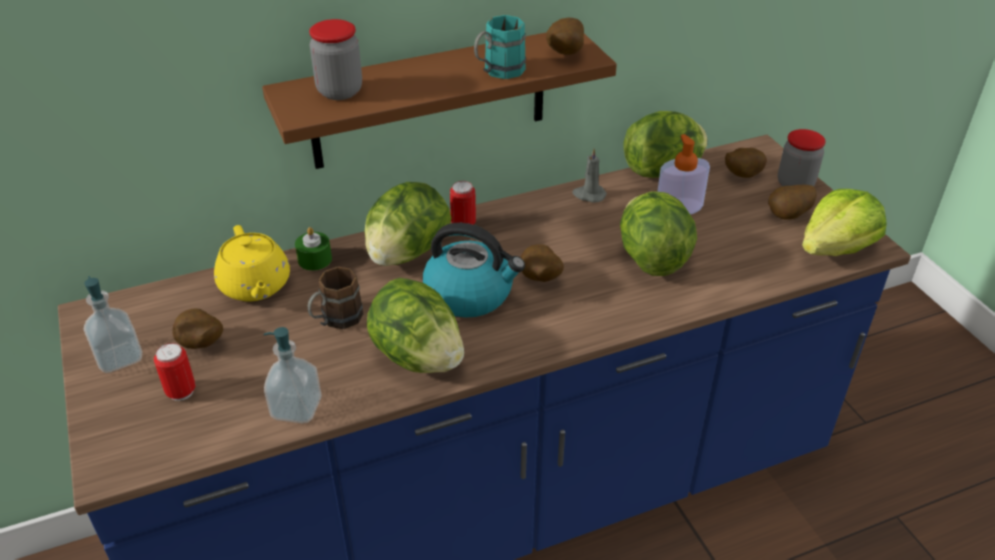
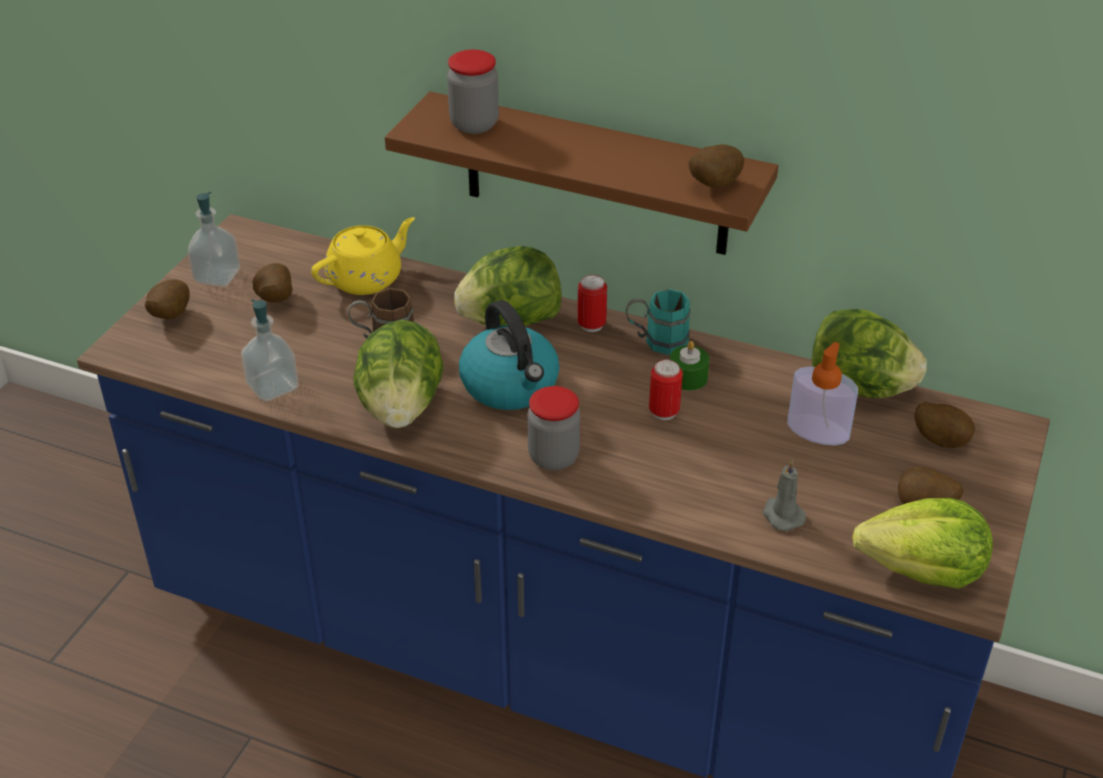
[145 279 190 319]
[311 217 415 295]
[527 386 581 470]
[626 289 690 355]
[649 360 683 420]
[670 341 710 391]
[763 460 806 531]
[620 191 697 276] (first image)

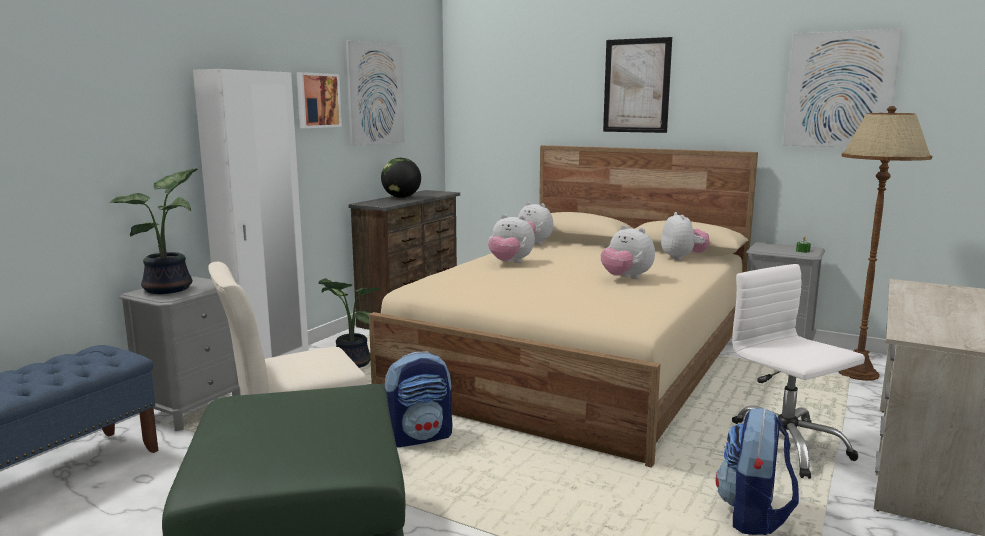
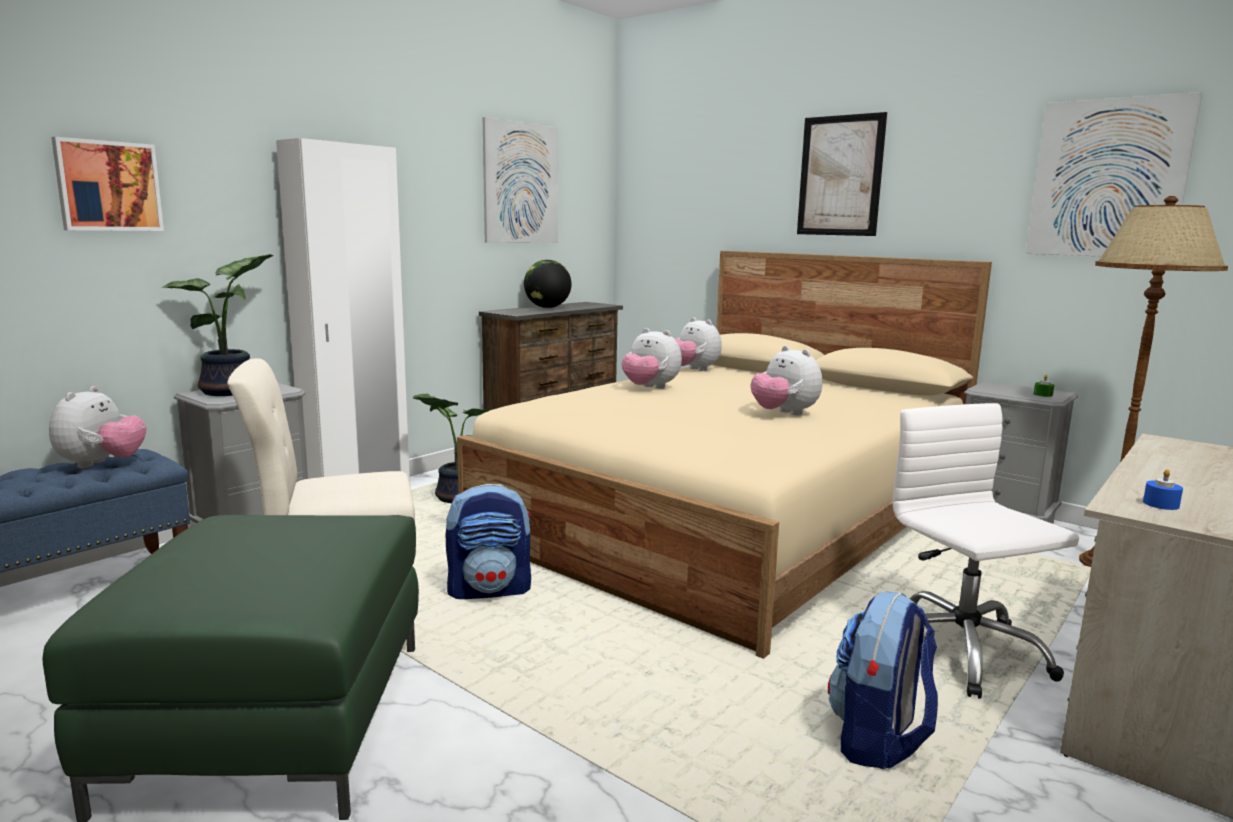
[49 386 146 468]
[51 137 164 231]
[1143 469 1183 510]

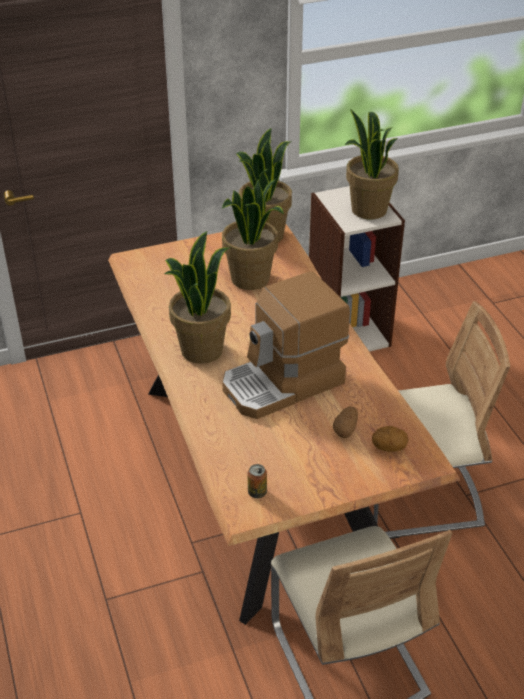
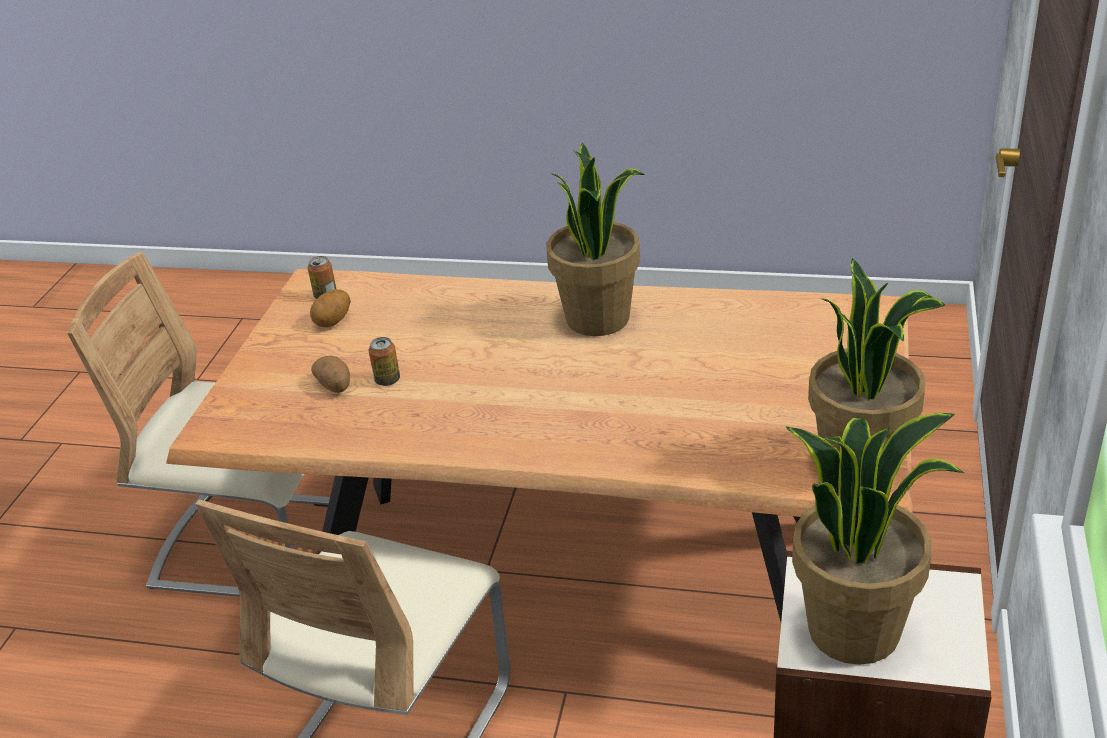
[310 289 351 327]
[369 337 400 386]
[222 179 284 290] (first image)
[222 271 350 419] (first image)

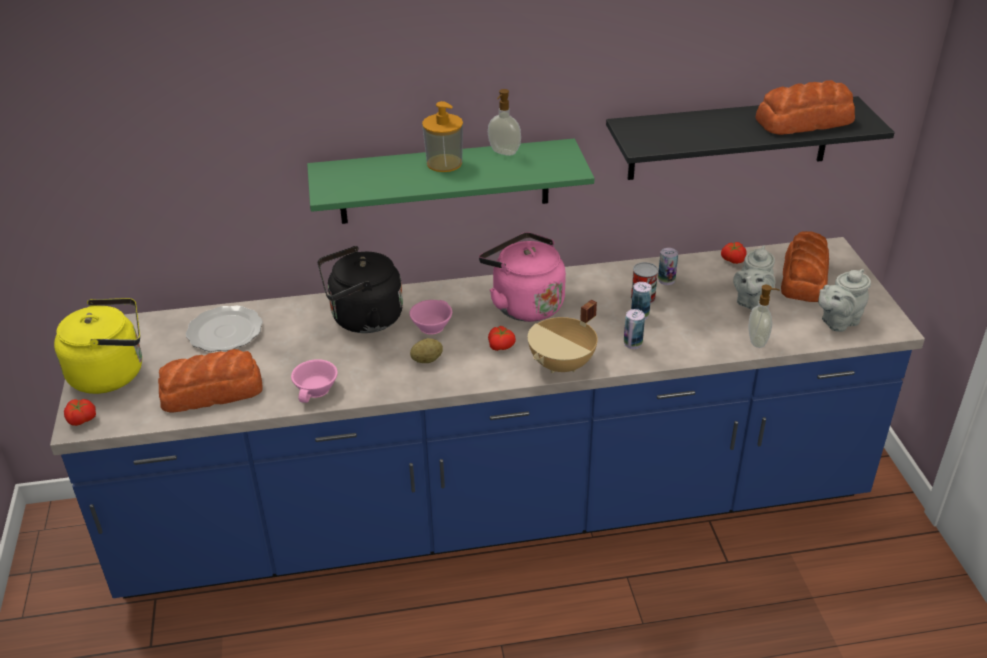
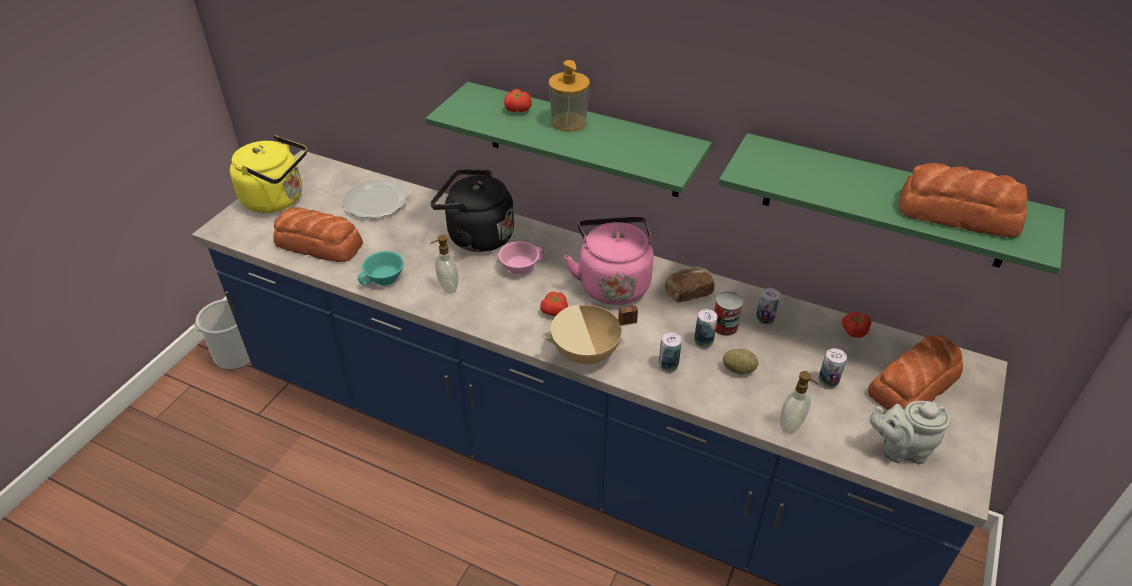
[194 299 251 370]
[358 251 404 286]
[430 235 458 294]
[504 89 532 112]
[665 267 715 302]
[718 133 1065 274]
[723 349 759 374]
[818 348 847 389]

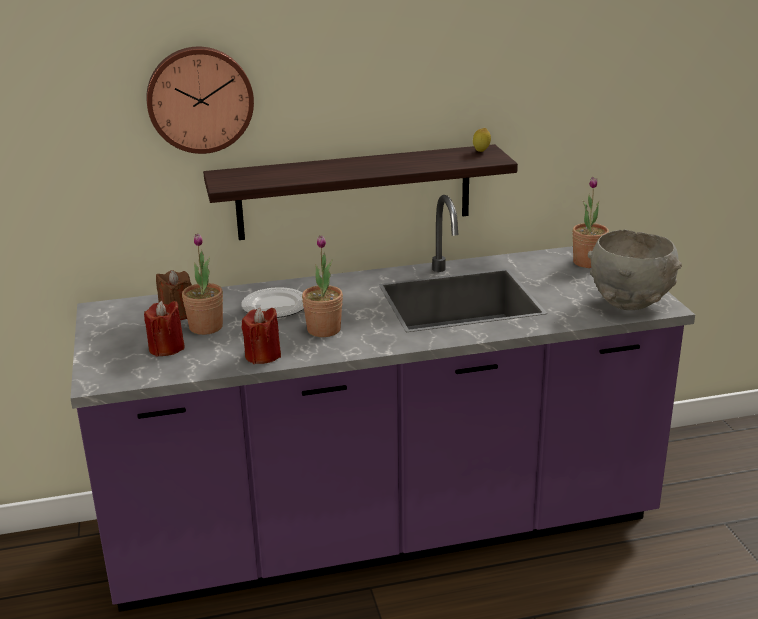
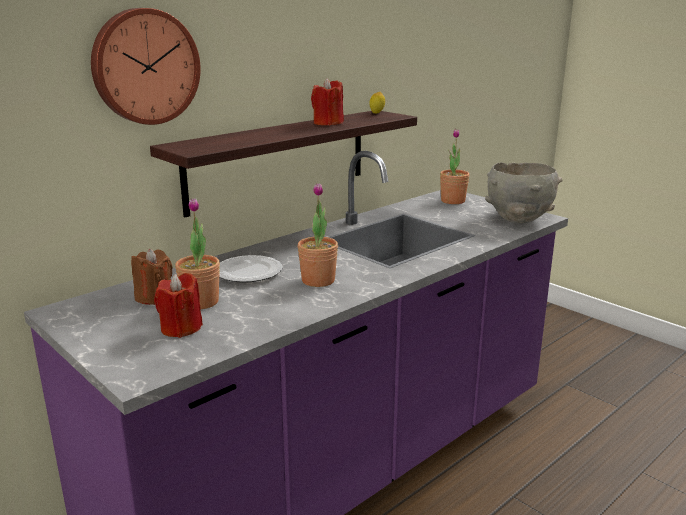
[311 78 344 125]

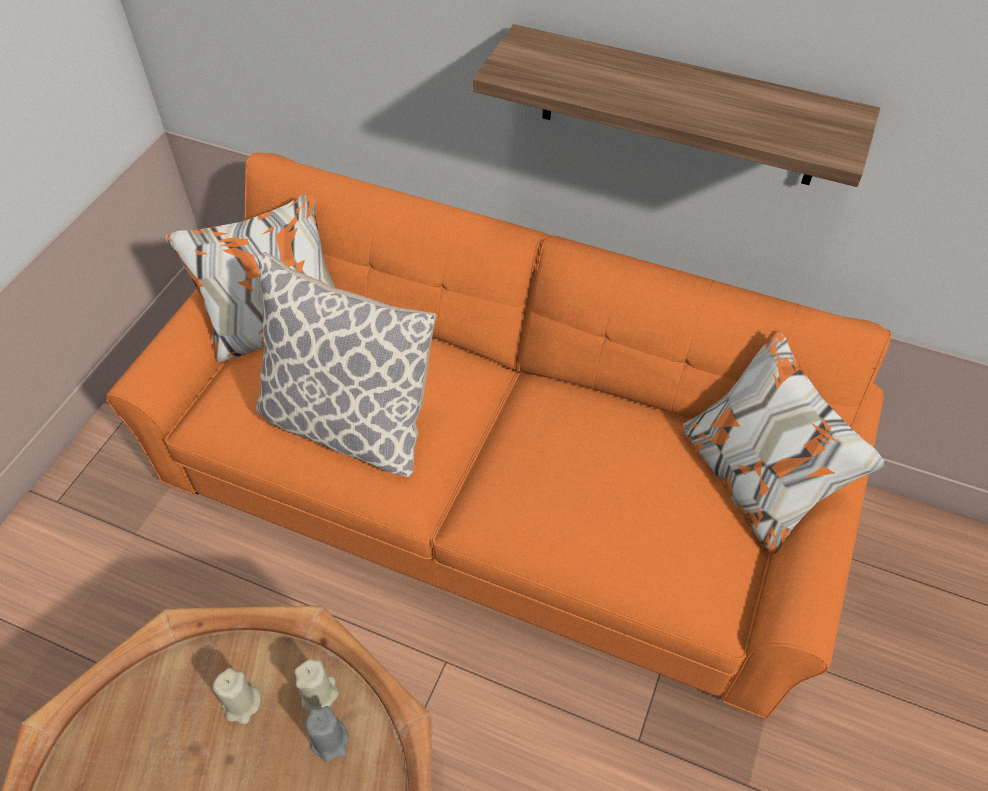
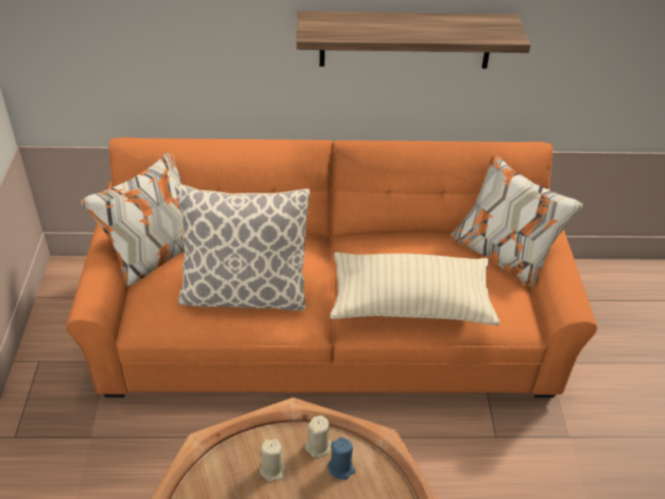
[328 437 356 480]
[330 252 500 325]

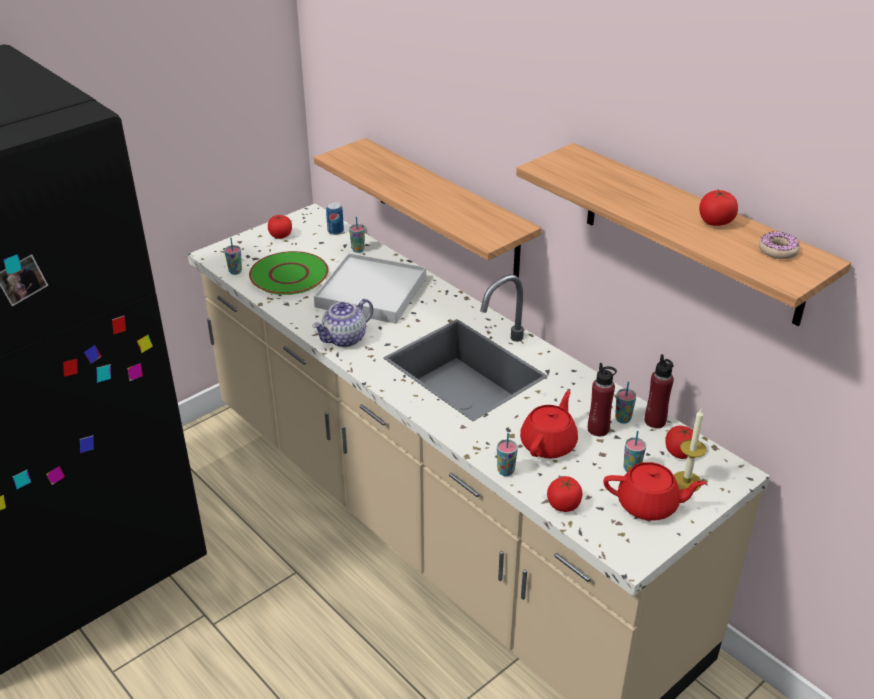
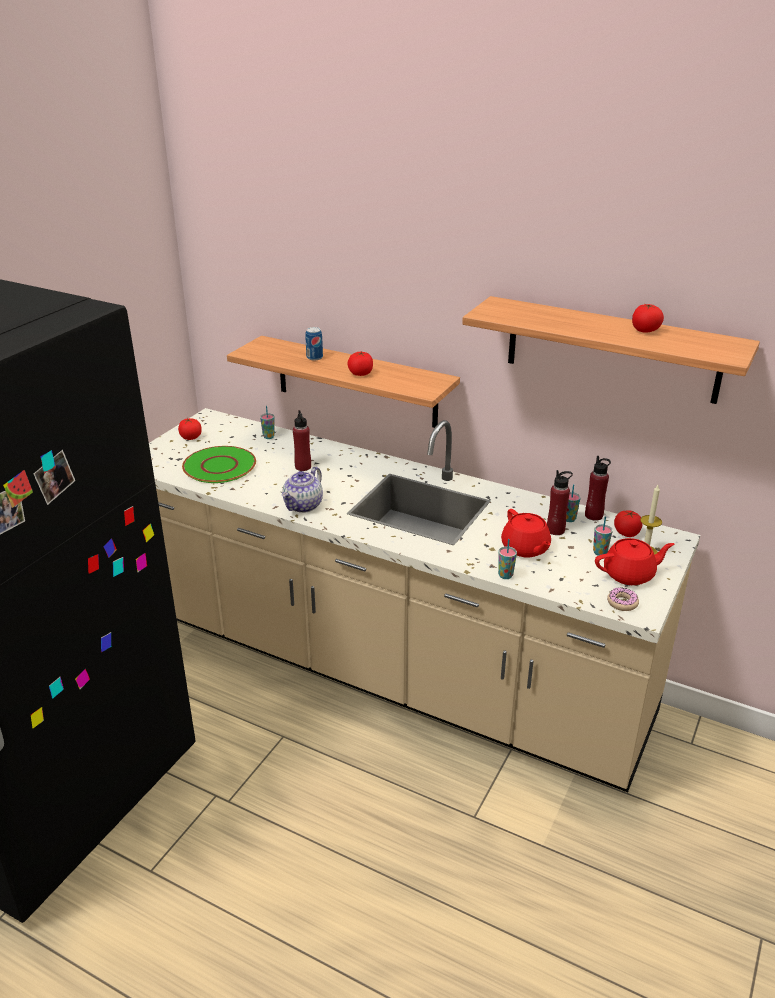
[293 410 311 471]
[305 327 323 360]
[348 352 373 376]
[501 509 551 557]
[607 588 639 611]
[224 238 242 275] (first image)

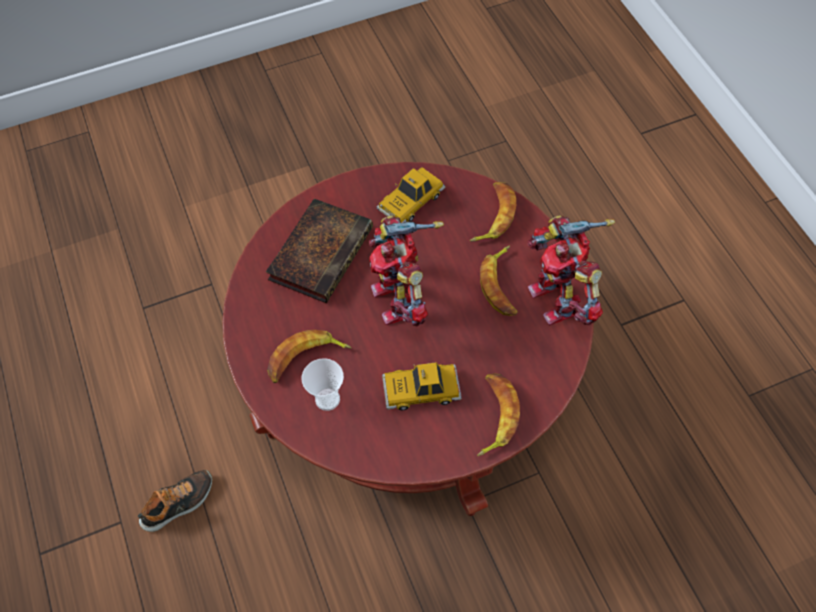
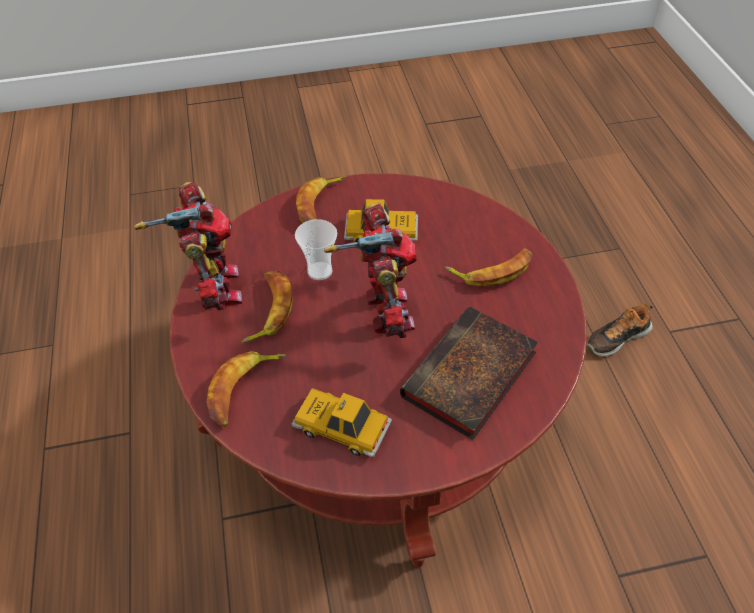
[292 388 392 458]
[295 219 337 280]

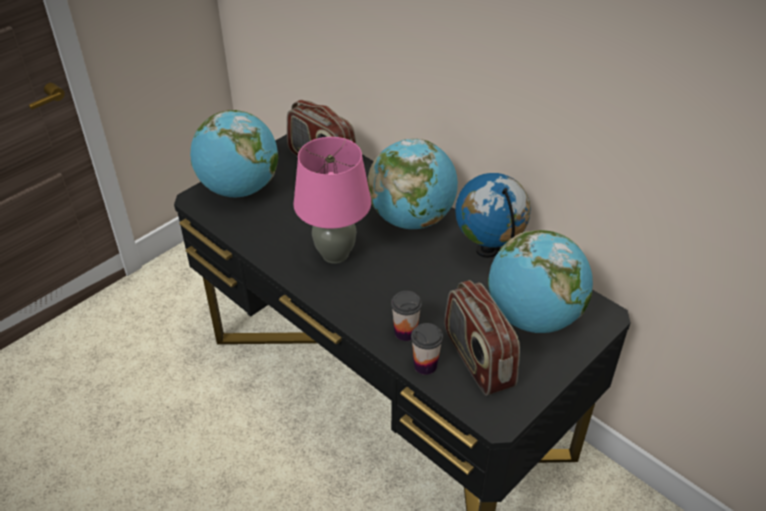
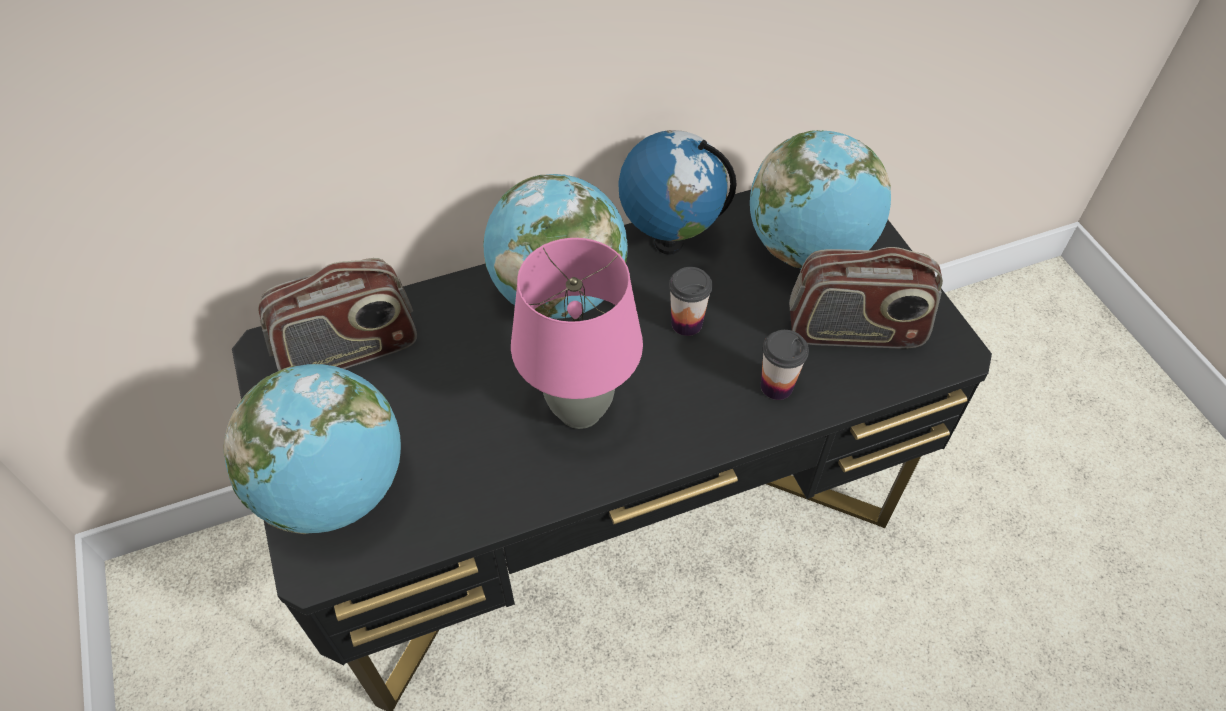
[669 267 712 336]

